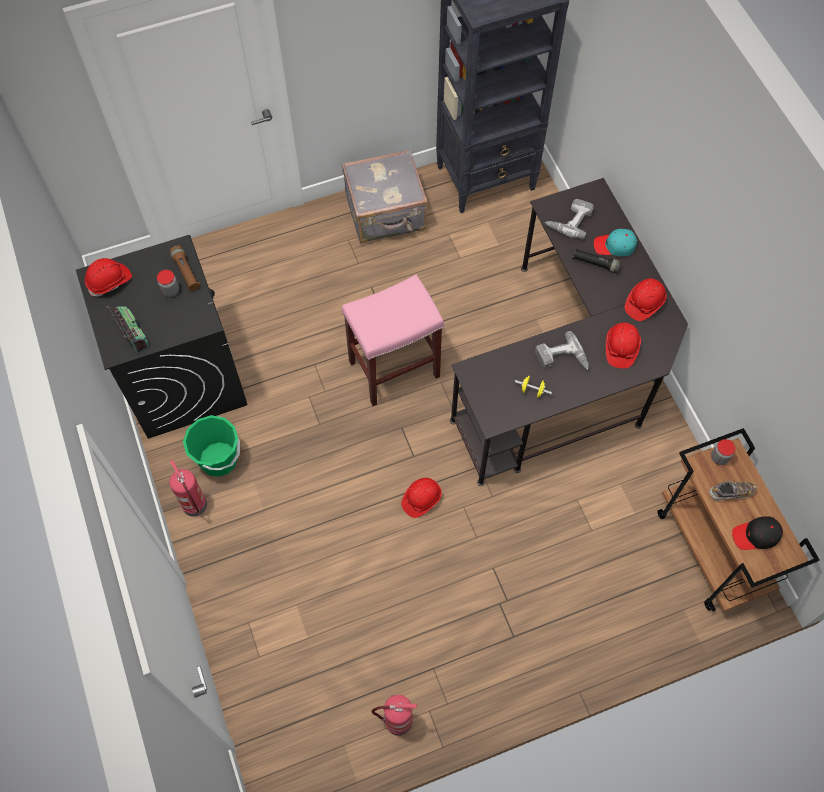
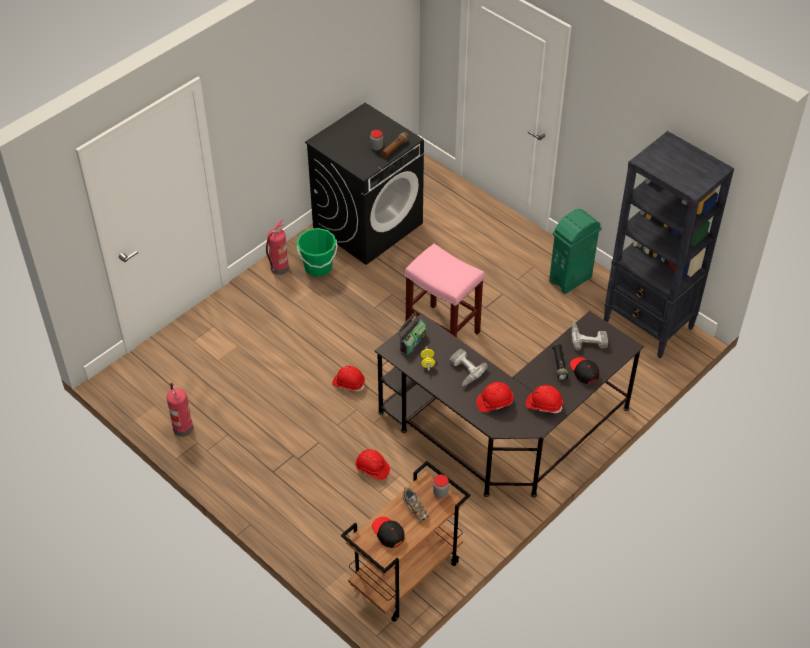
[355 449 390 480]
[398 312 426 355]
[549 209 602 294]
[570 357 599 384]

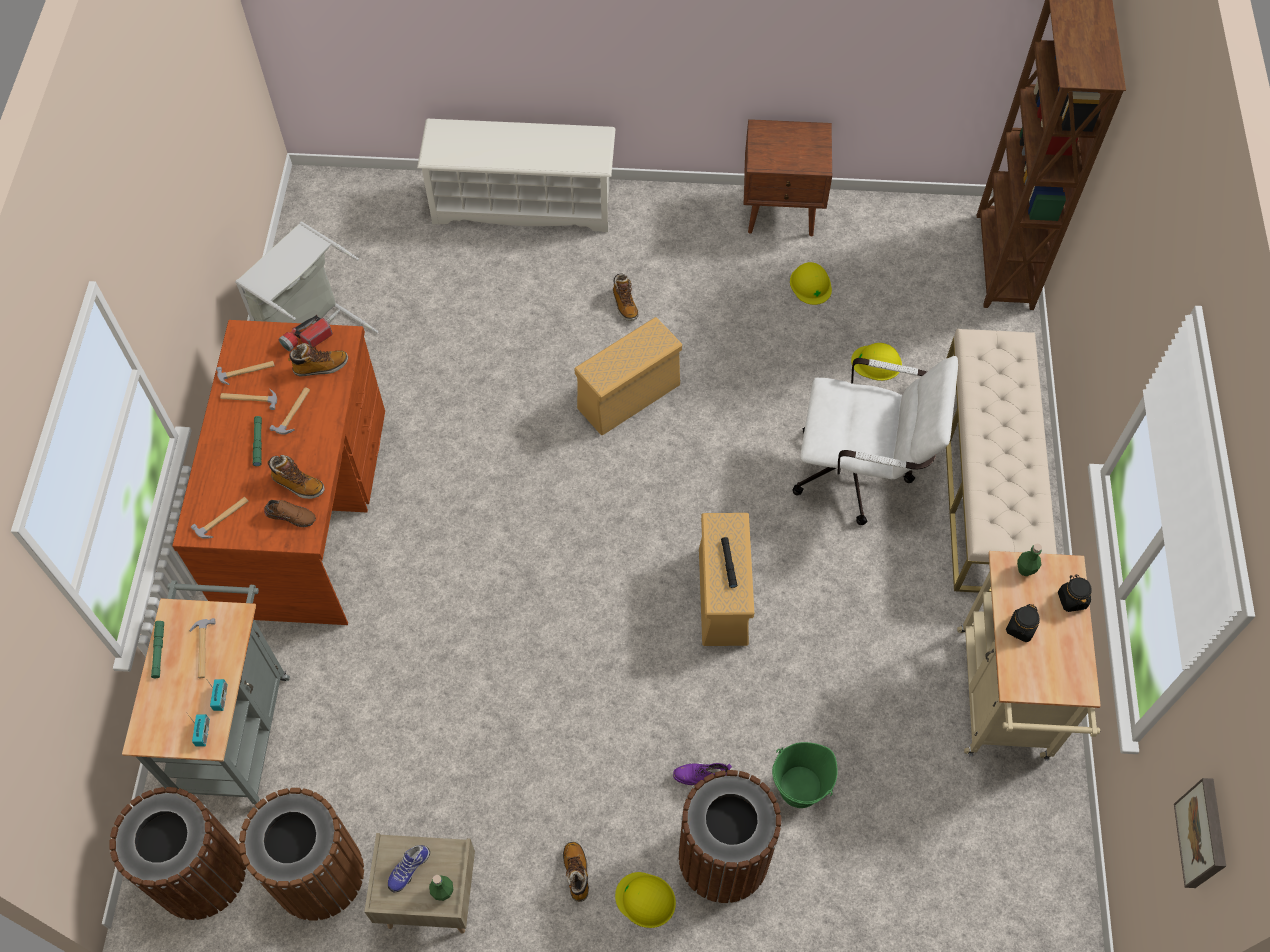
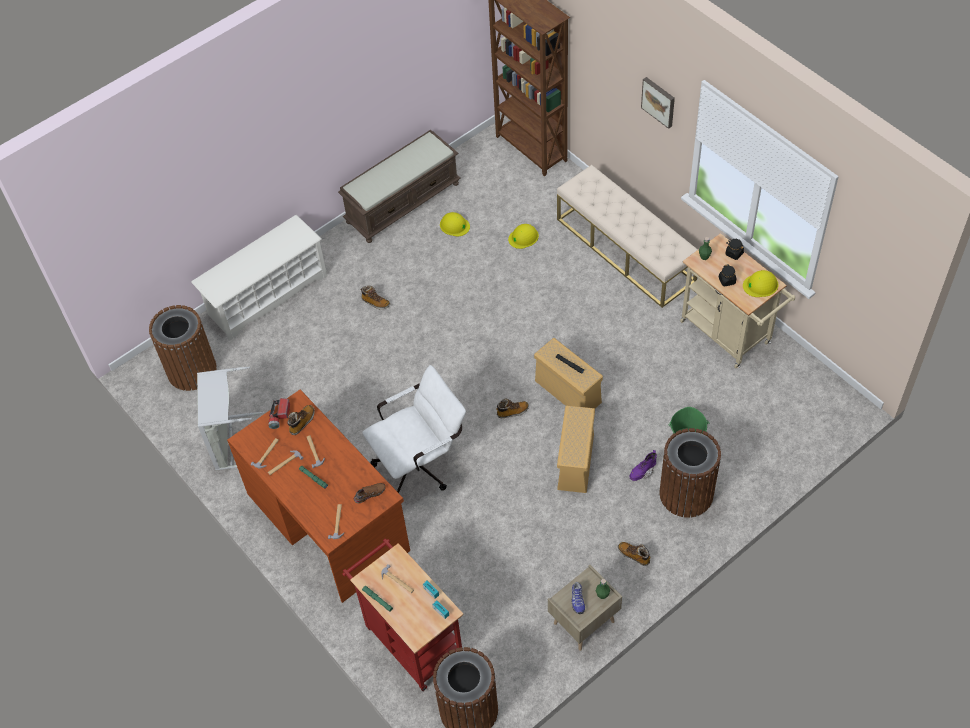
[149 305 217 391]
[338 130 461 243]
[342 539 464 691]
[362 365 466 493]
[496 399 529 418]
[557 405 595 493]
[641 77 675 129]
[743 270 778 297]

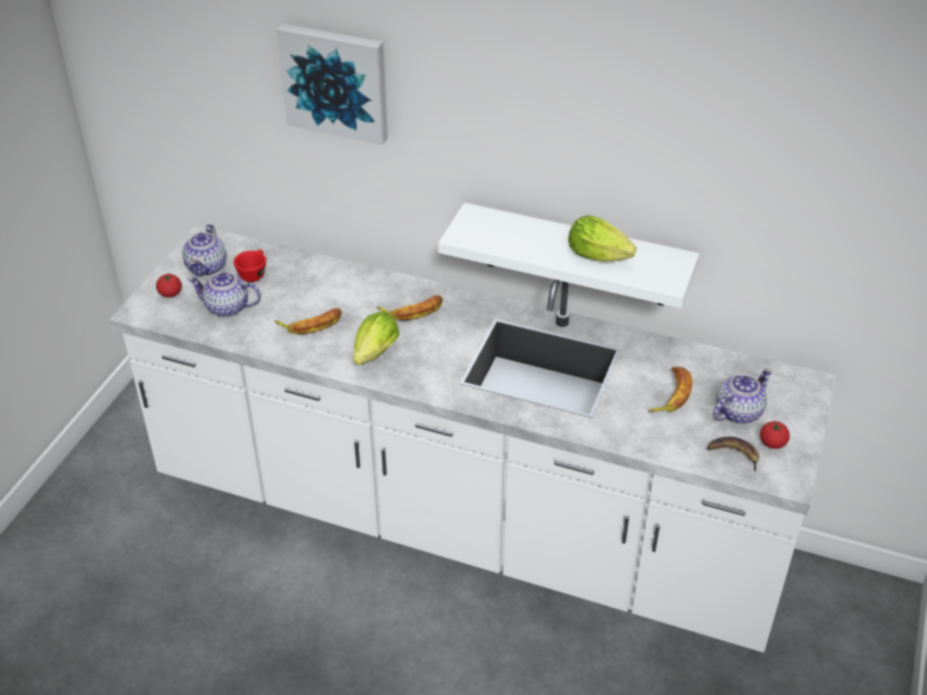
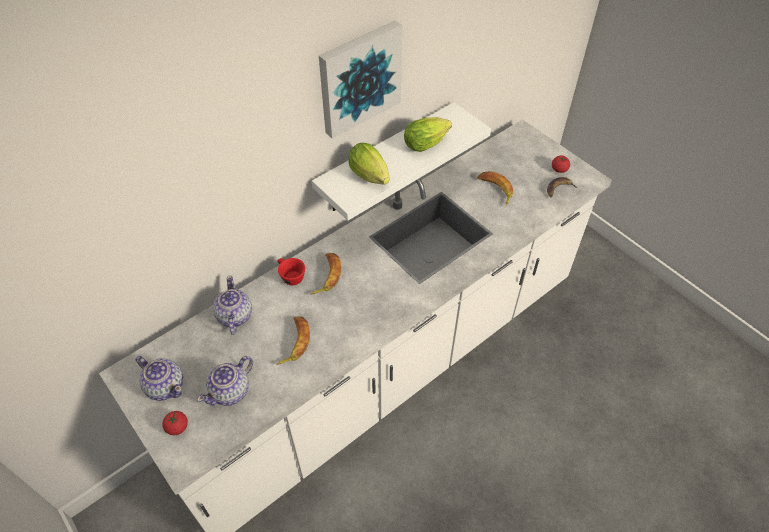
[213 275 252 335]
[277 258 305 285]
[319 20 403 139]
[349 143 390 184]

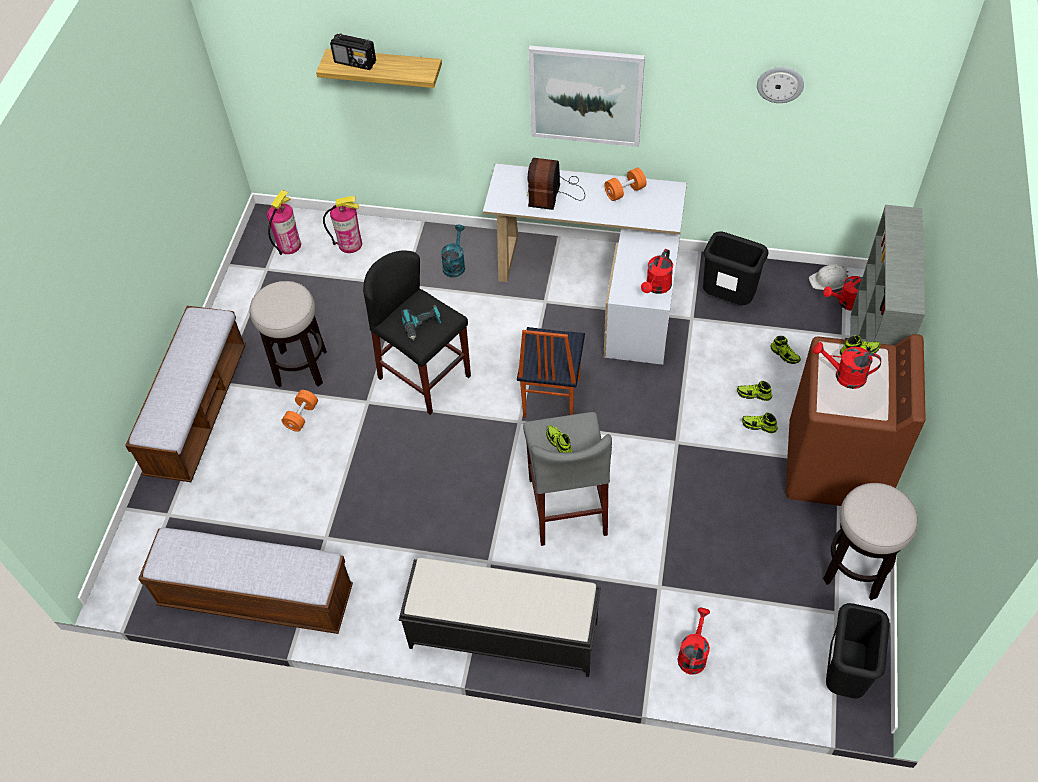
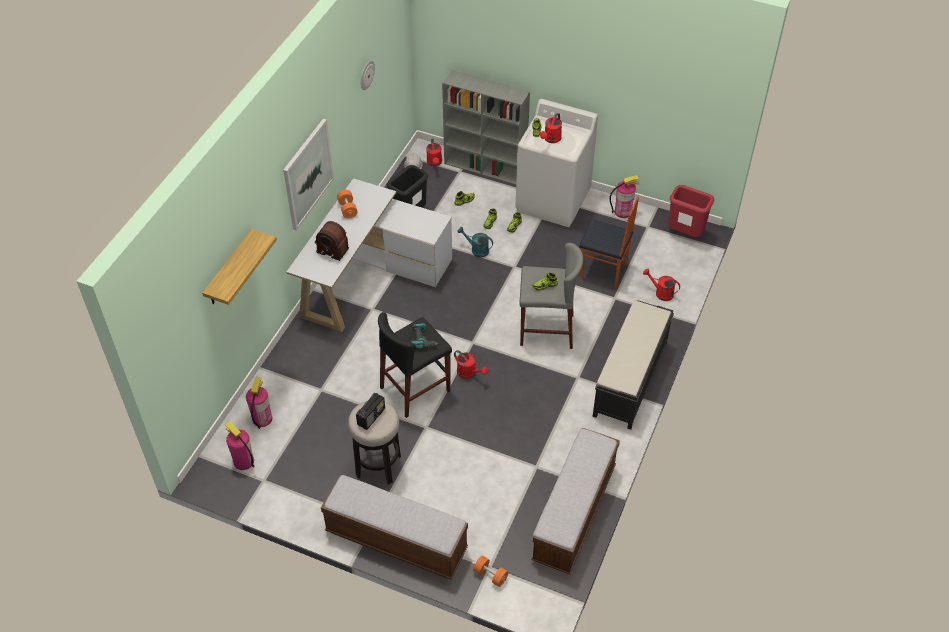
[356 393 385 430]
[454 350 488 379]
[457 227 493 257]
[473 555 509 587]
[515 99 598 227]
[579 196 639 288]
[610 175 639 218]
[668 185 714 237]

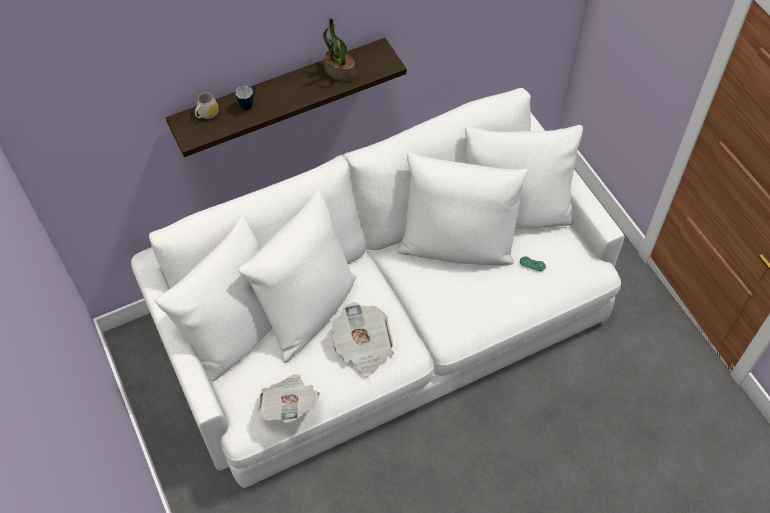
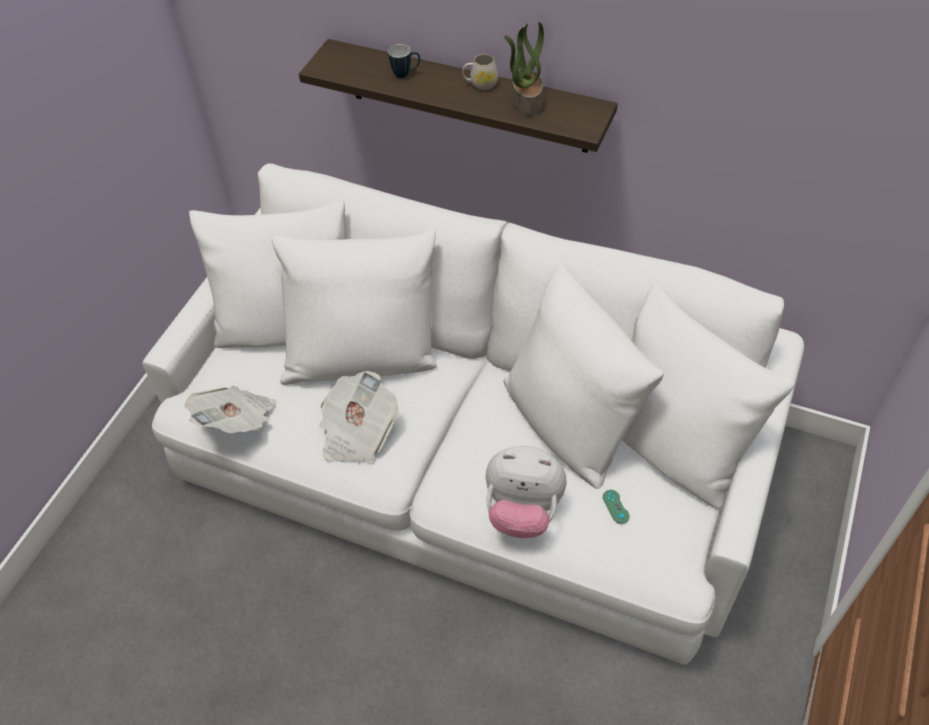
[463 54 498 90]
[486 446 566 538]

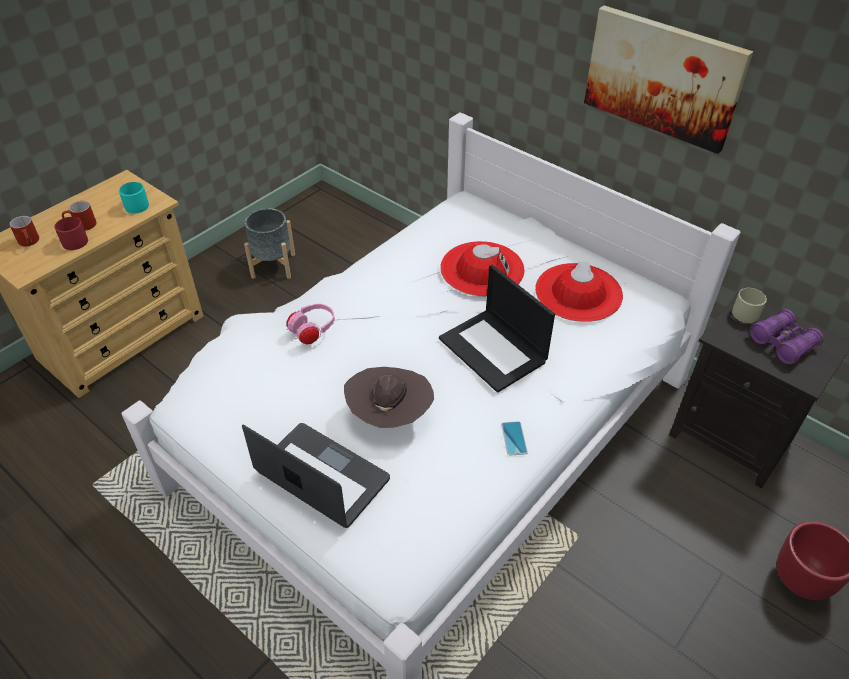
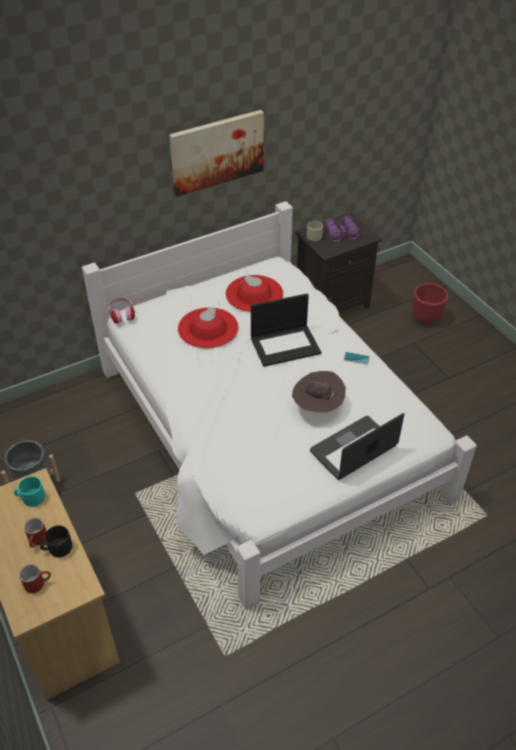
[40 525 72 558]
[108 297 135 323]

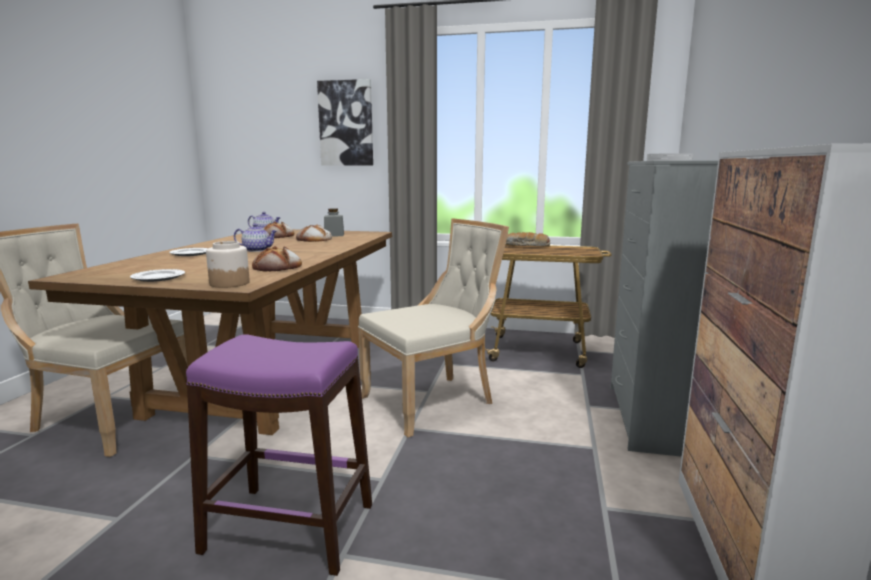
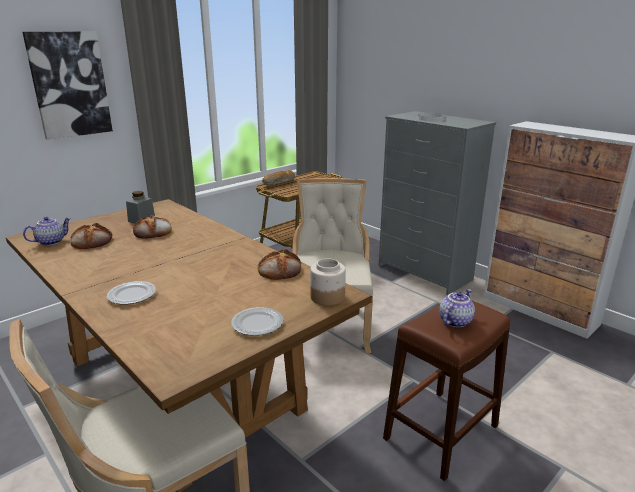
[383 300 511 481]
[439 289 475 327]

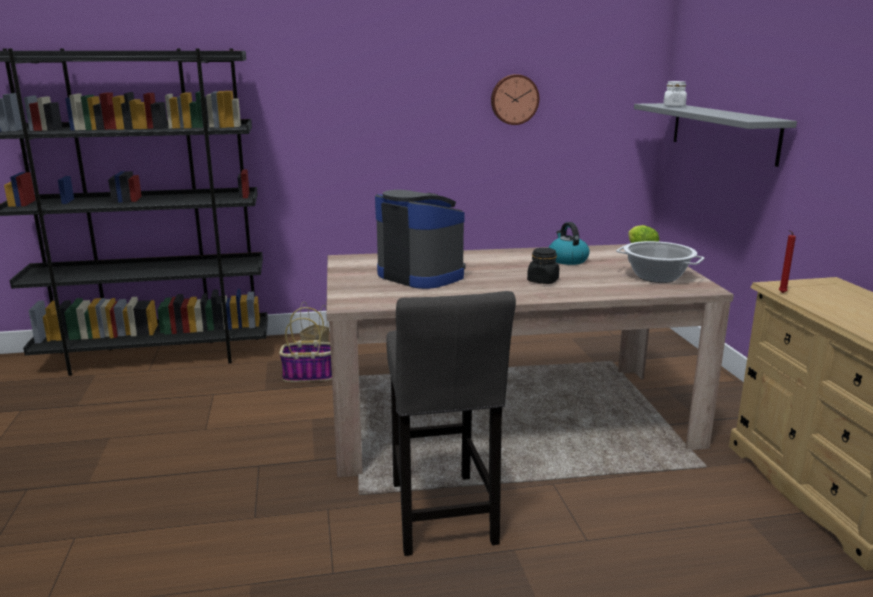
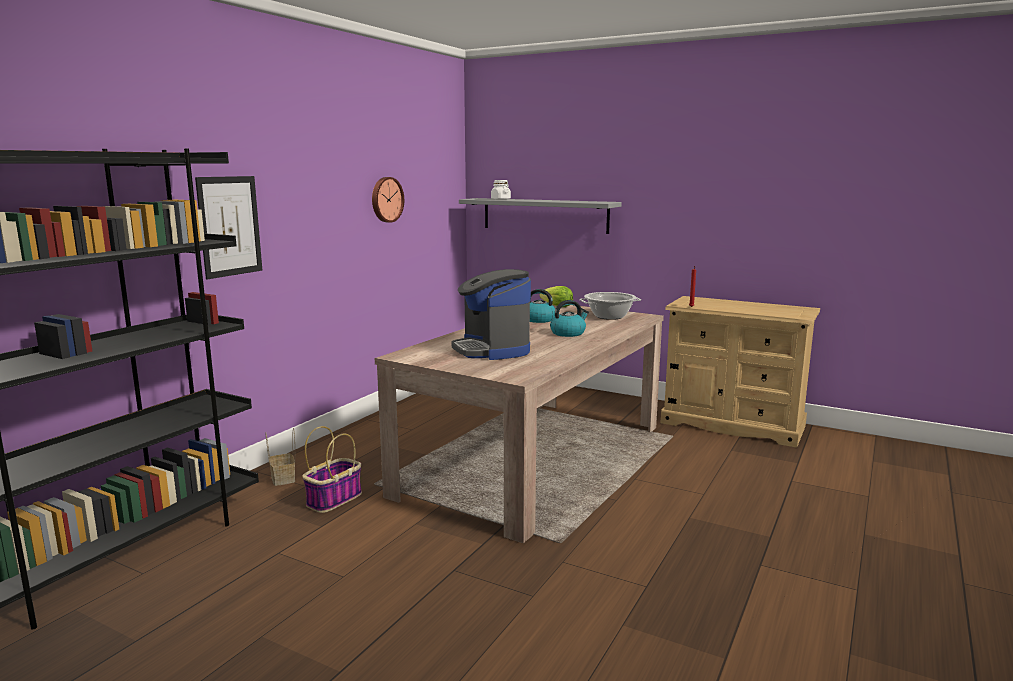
[195 176 262 280]
[451 269 531 360]
[550 300 589 337]
[386 291 516 556] (first image)

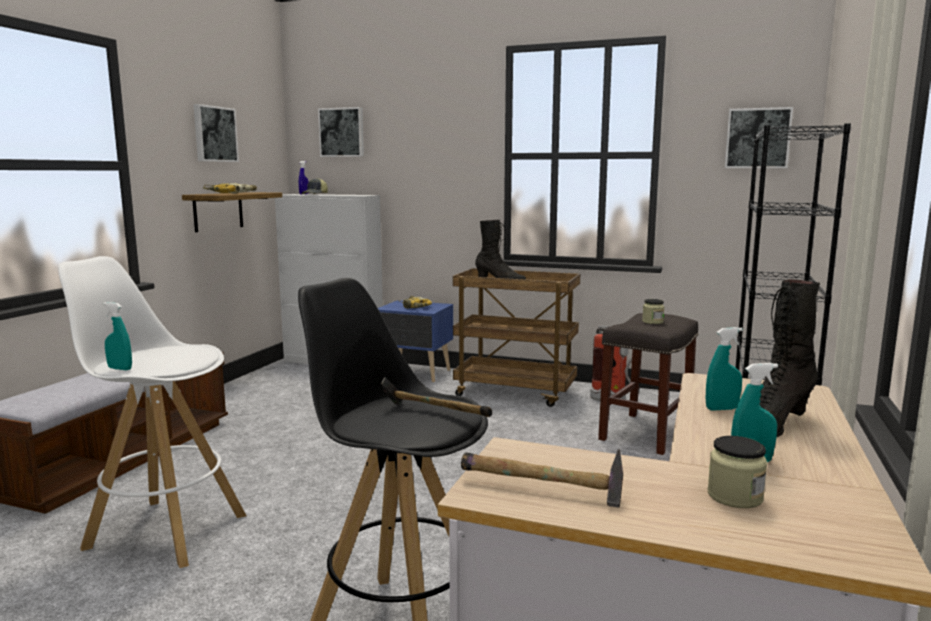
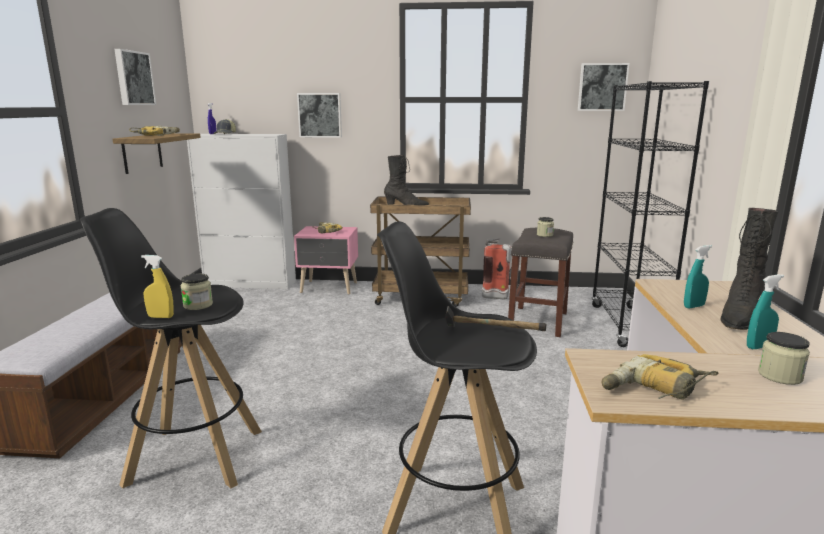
[80 208 262 488]
[141 255 174 318]
[181 273 213 310]
[294 226 358 294]
[297 93 342 138]
[602 354 718 400]

